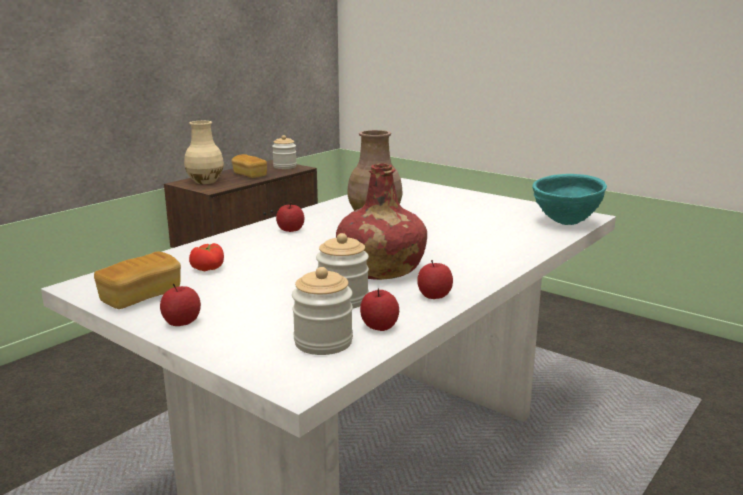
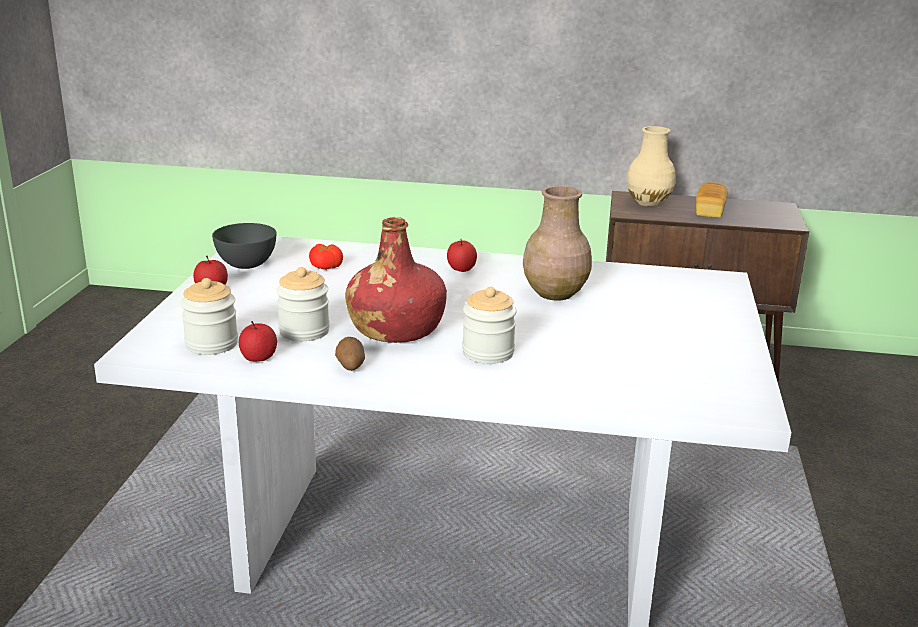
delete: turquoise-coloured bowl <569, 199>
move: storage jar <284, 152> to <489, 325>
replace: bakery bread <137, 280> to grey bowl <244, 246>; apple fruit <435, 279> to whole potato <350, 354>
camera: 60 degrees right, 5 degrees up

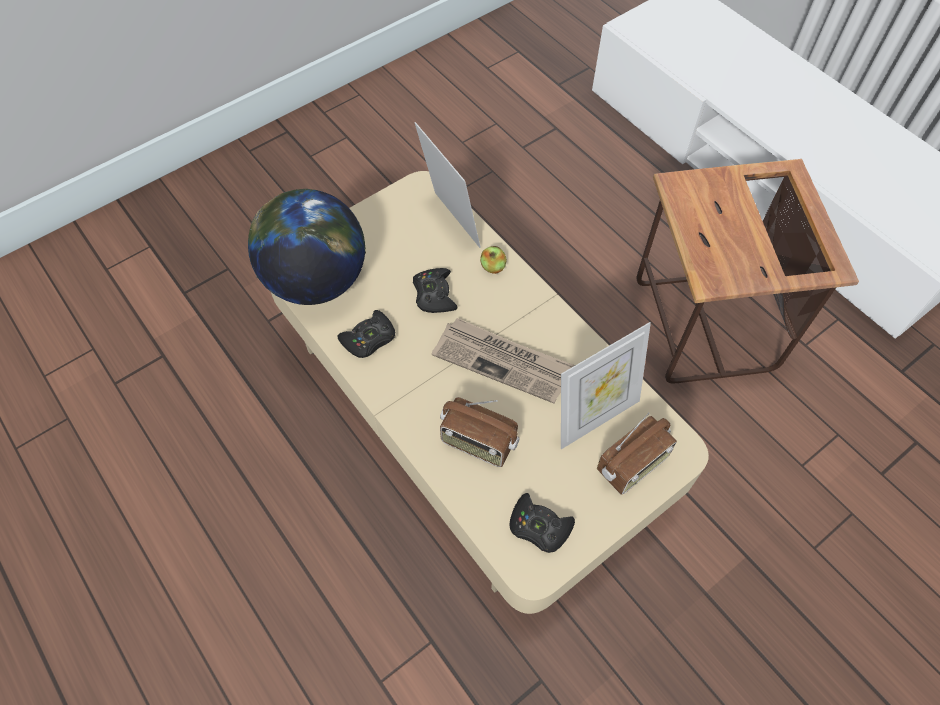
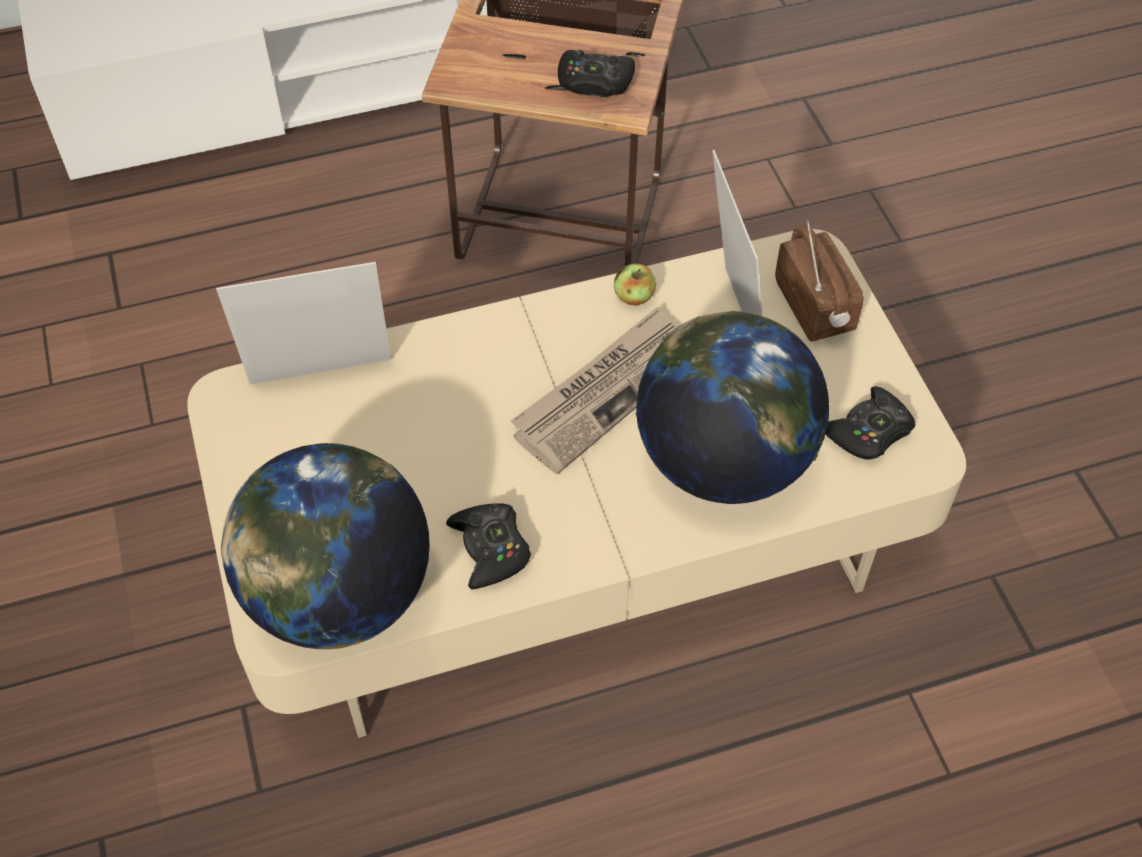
move: apple fruit <493, 260> to <635, 284>; black-coloured gamepad <435, 290> to <596, 73>
replace: radio <480, 432> to globe <732, 407>
camera: 70 degrees left, 5 degrees down

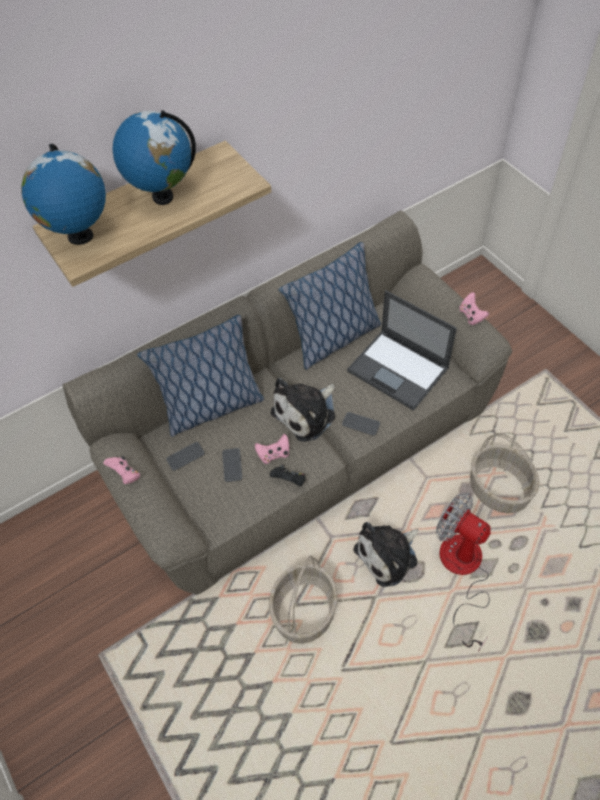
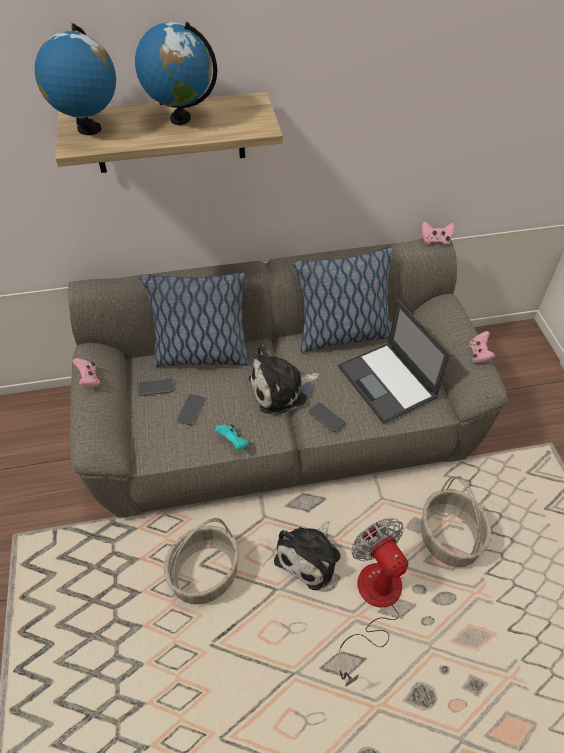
move: pink gamepad <272, 449> to <438, 233>
recolor: black-coloured gamepad <287, 475> to turquoise-coloured gamepad <232, 437>
rotate: soft toy <386, 554> = <307, 555> 45 degrees counterclockwise
camera: 20 degrees right, 5 degrees down

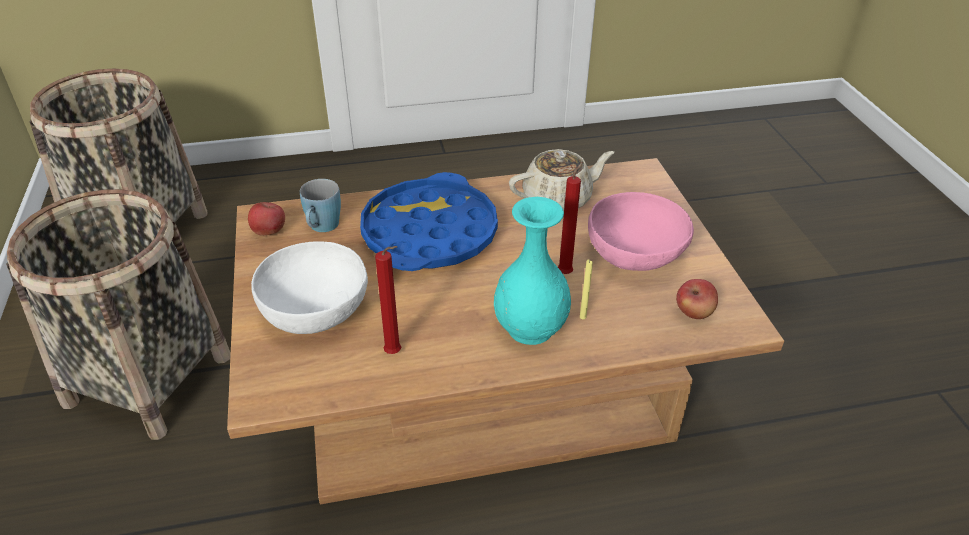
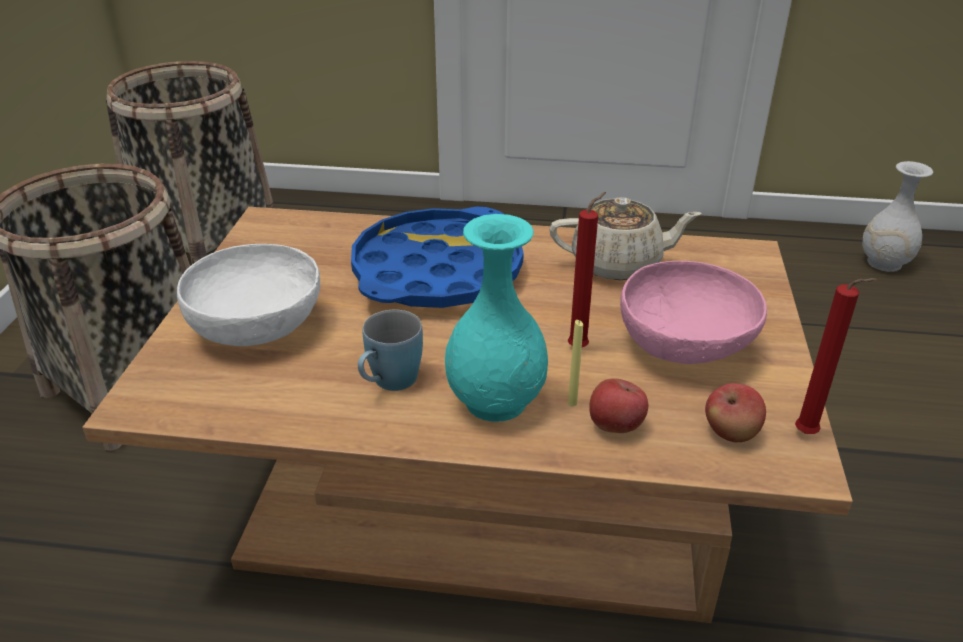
insert: white flower vase <897, 216>
move: blue-coloured coffee mug <320, 205> to <390, 350>; apple fruit <266, 219> to <618, 405>; red wax light <388, 300> to <836, 356>
camera: 20 degrees right, 5 degrees down

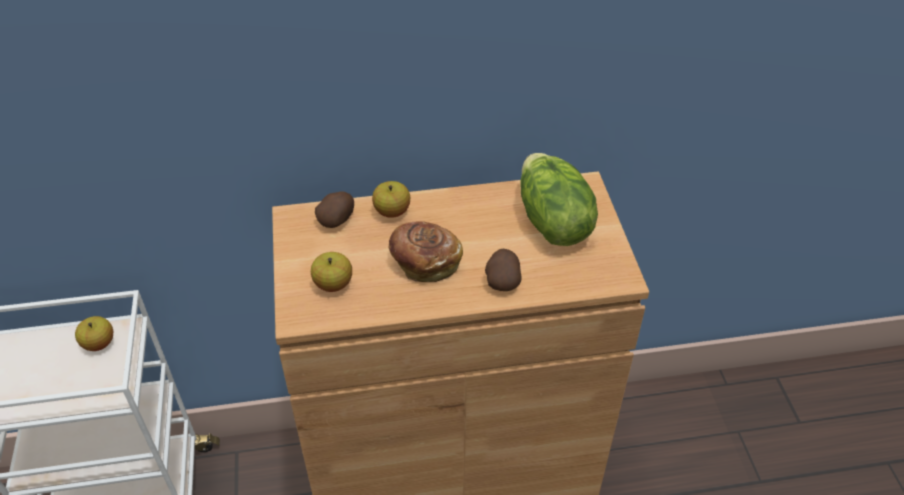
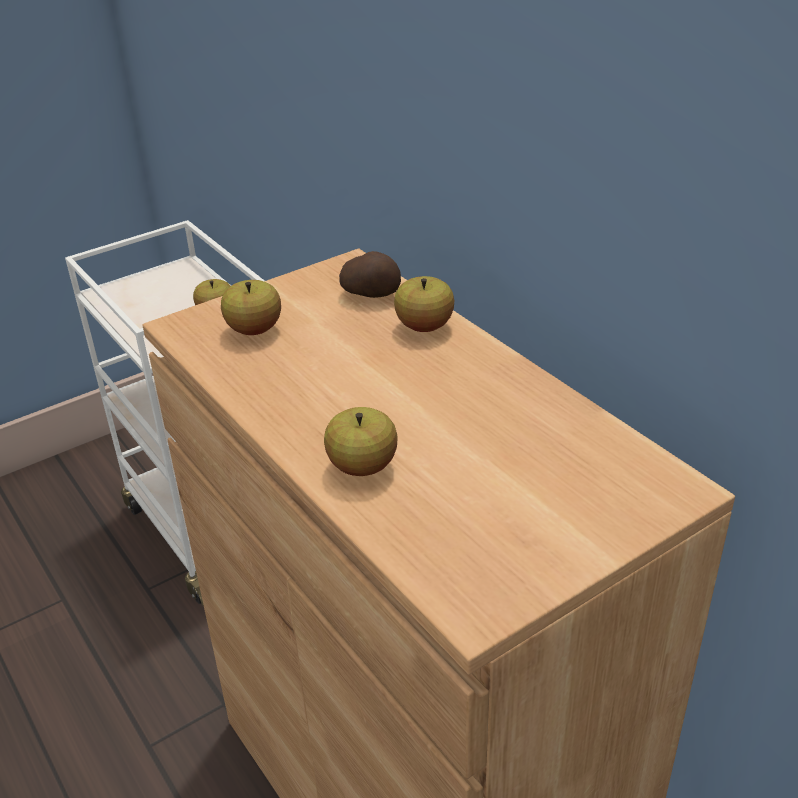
delete: lettuce head <559, 199>; bakery bread <425, 251>
replace: whole potato <503, 270> to apple fruit <361, 441>
camera: 65 degrees right, 10 degrees down

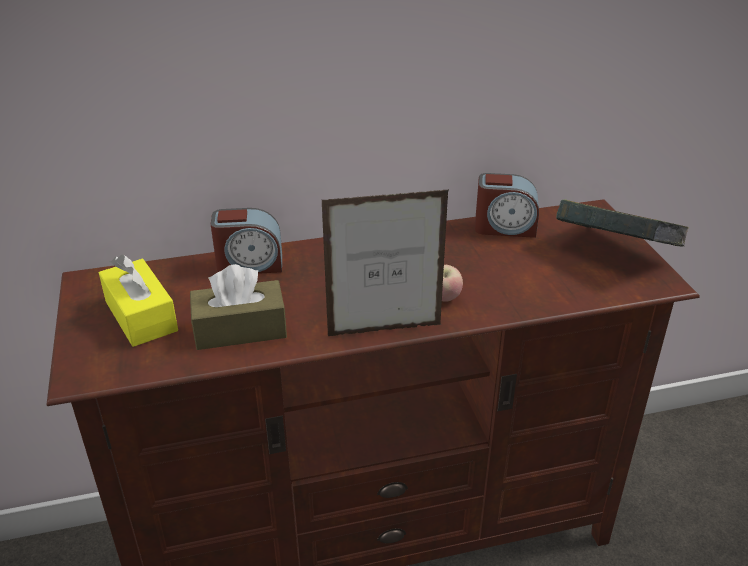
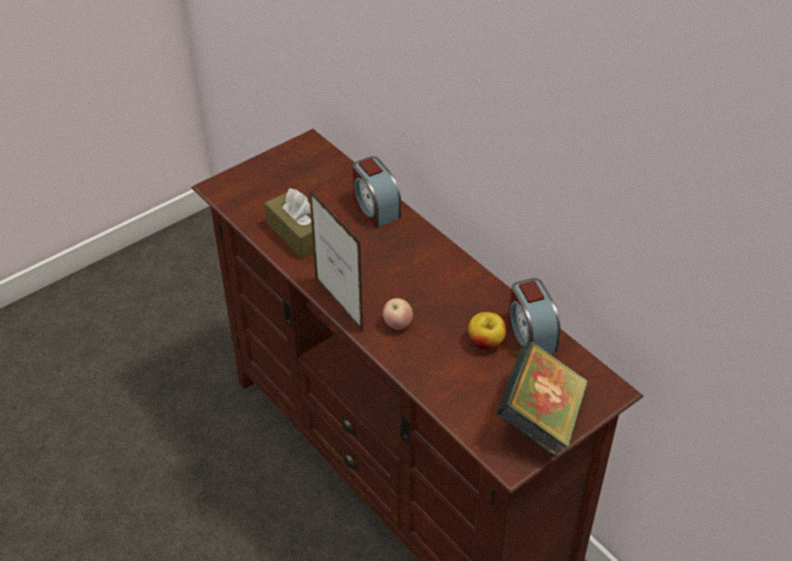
delete: yellow-coloured tissue holder <138, 300>
insert: apple fruit <487, 331>
camera: 65 degrees right, 10 degrees up

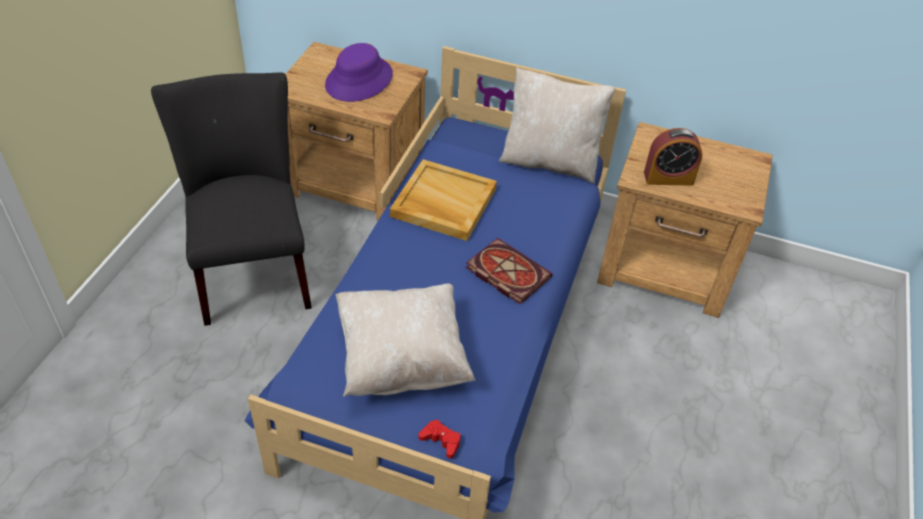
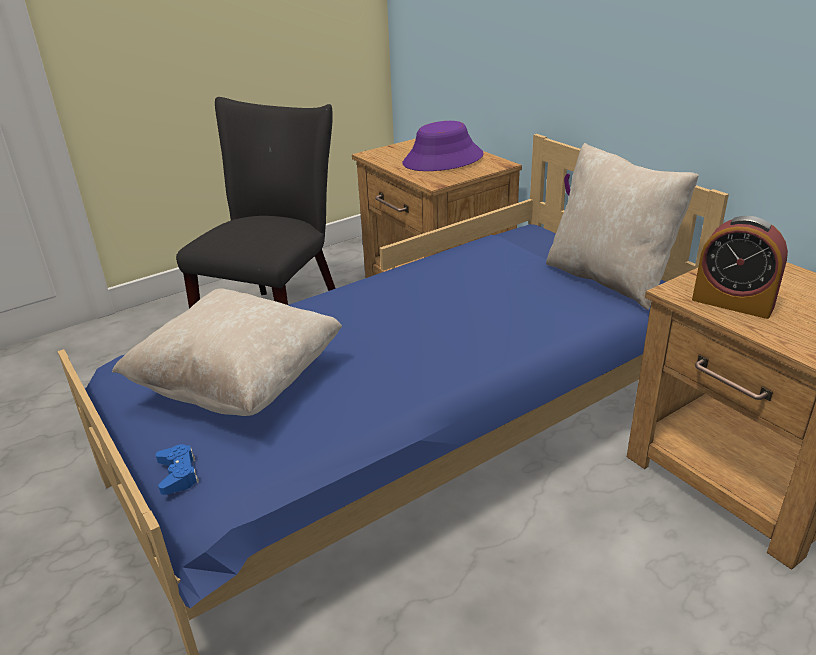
delete: beige-coloured serving tray <443, 200>; volume <509, 271>
recolor: red gamepad <439, 438> to blue-coloured gamepad <177, 469>
camera: 40 degrees right, 15 degrees down

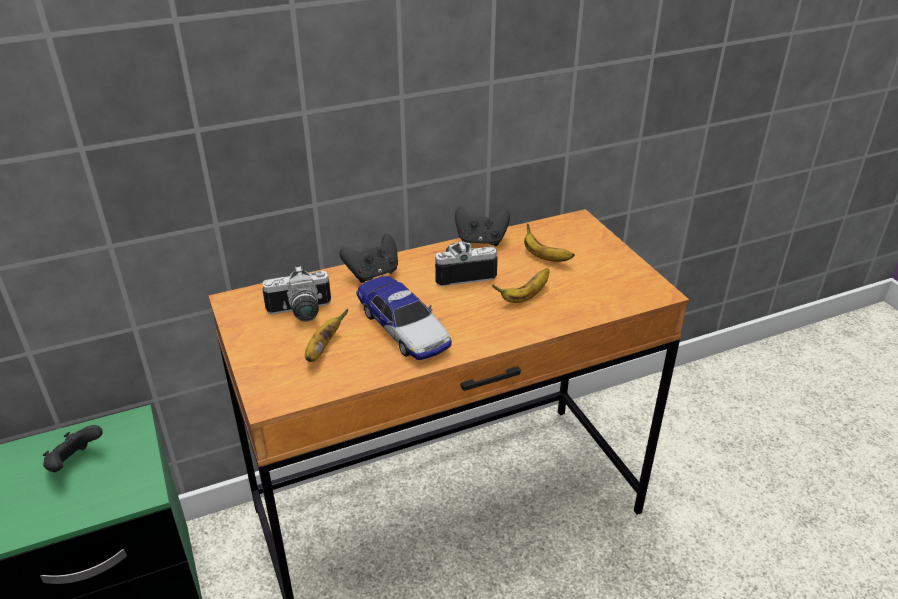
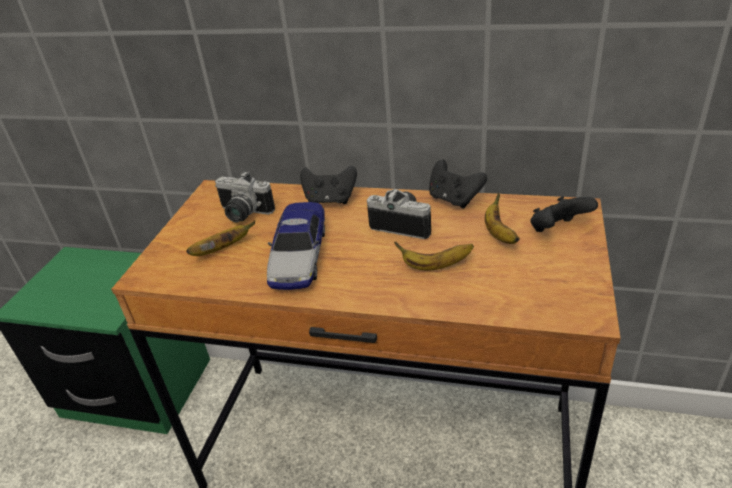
move: black-coloured gamepad <73, 448> to <564, 214>
camera: 40 degrees right, 0 degrees up

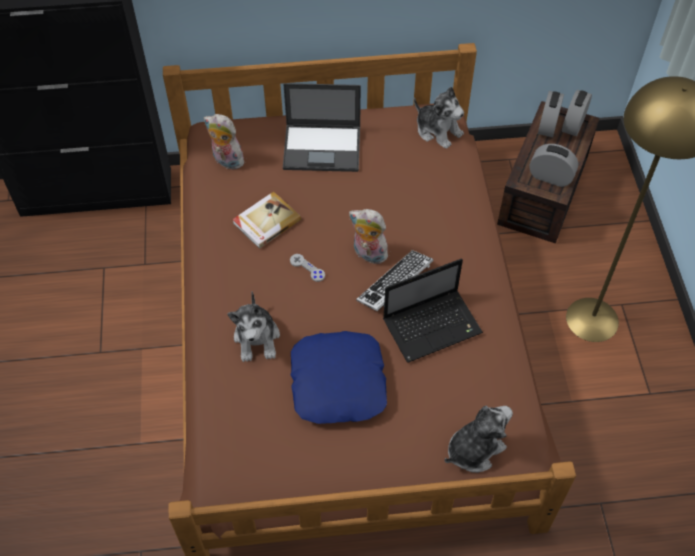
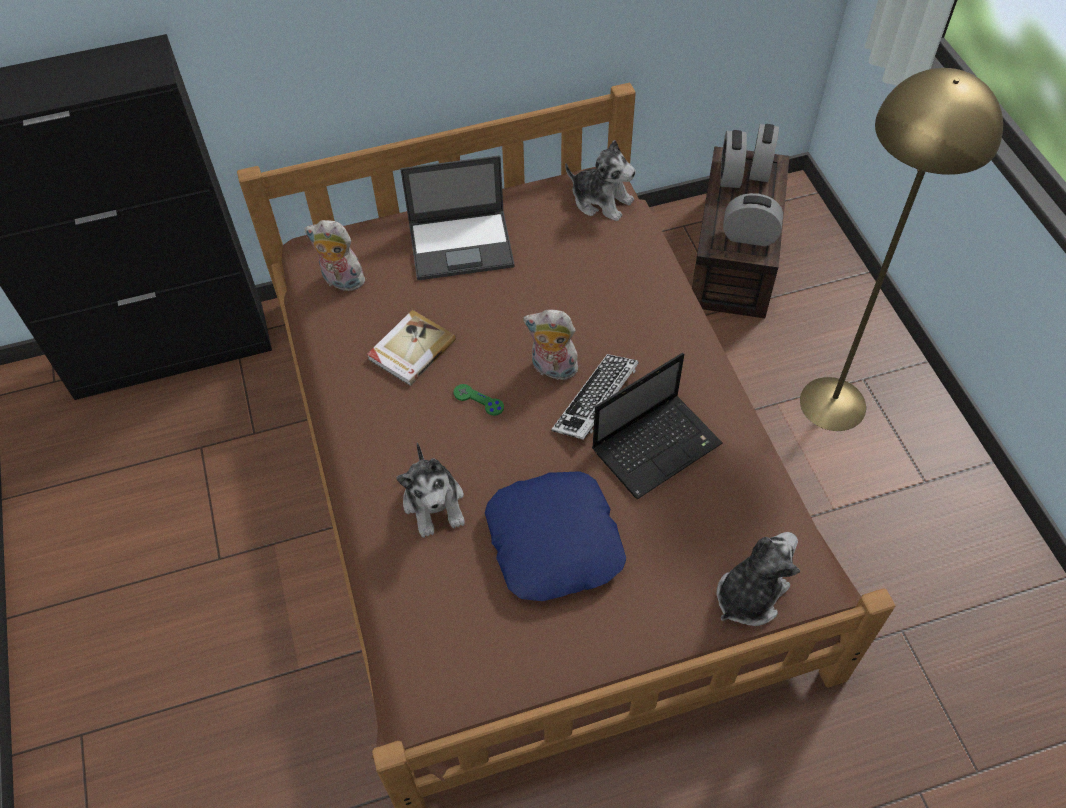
recolor: grey gamepad <307, 268> to green gamepad <479, 400>
camera: 10 degrees left, 0 degrees up

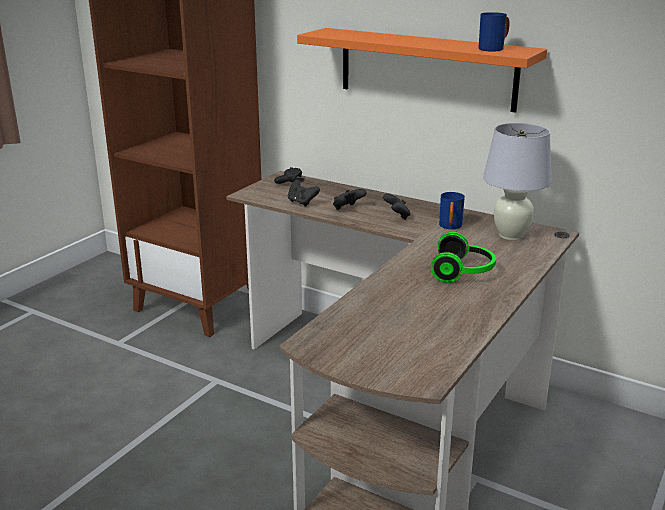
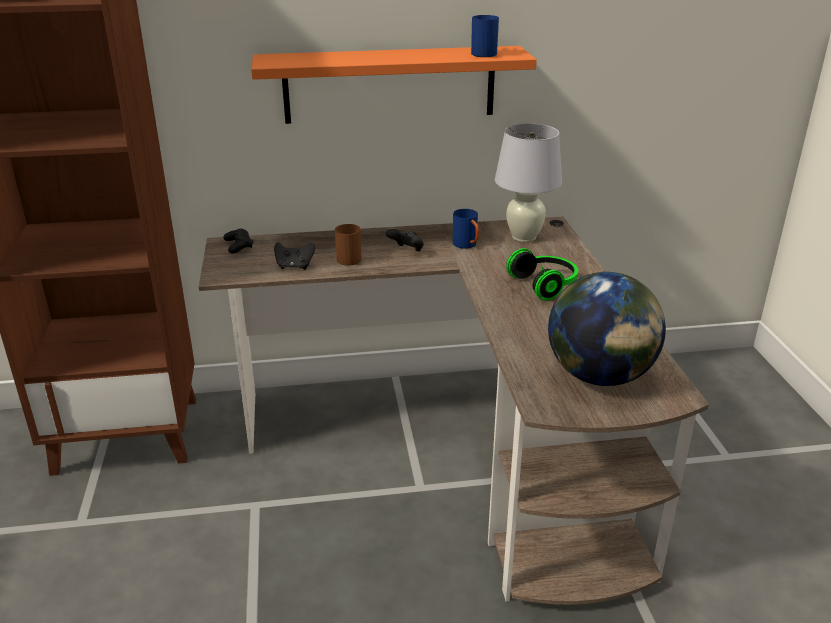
insert: globe <607, 329>
replace: black-coloured gamepad <350, 199> to brown coffee mug <348, 245>
camera: 40 degrees left, 5 degrees up

